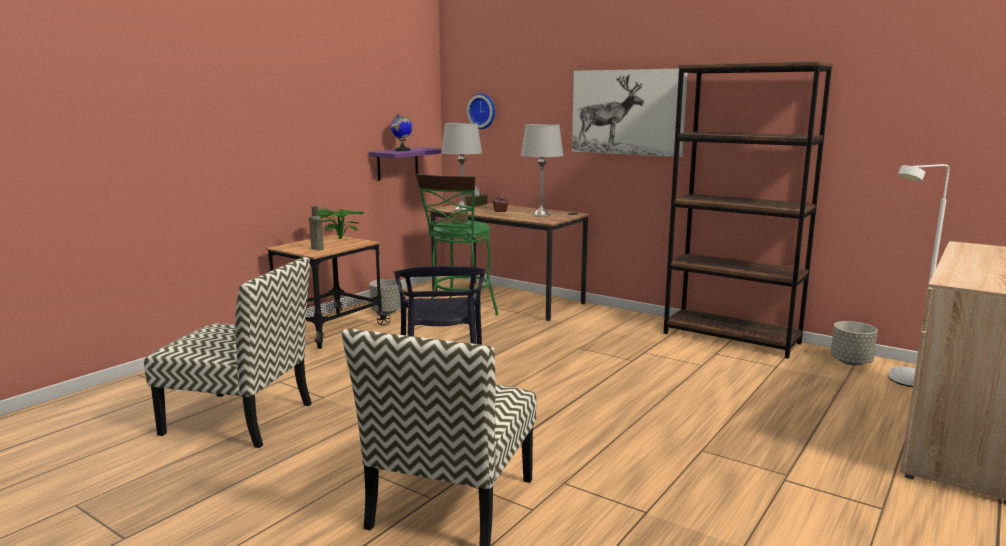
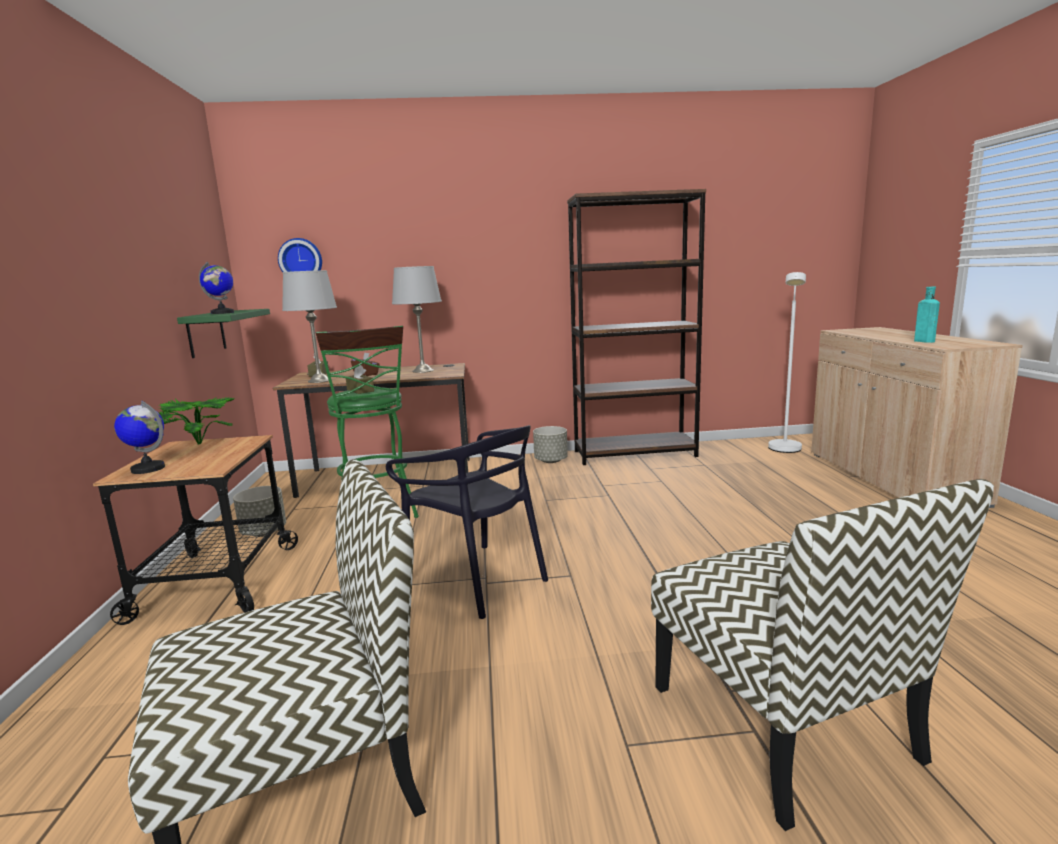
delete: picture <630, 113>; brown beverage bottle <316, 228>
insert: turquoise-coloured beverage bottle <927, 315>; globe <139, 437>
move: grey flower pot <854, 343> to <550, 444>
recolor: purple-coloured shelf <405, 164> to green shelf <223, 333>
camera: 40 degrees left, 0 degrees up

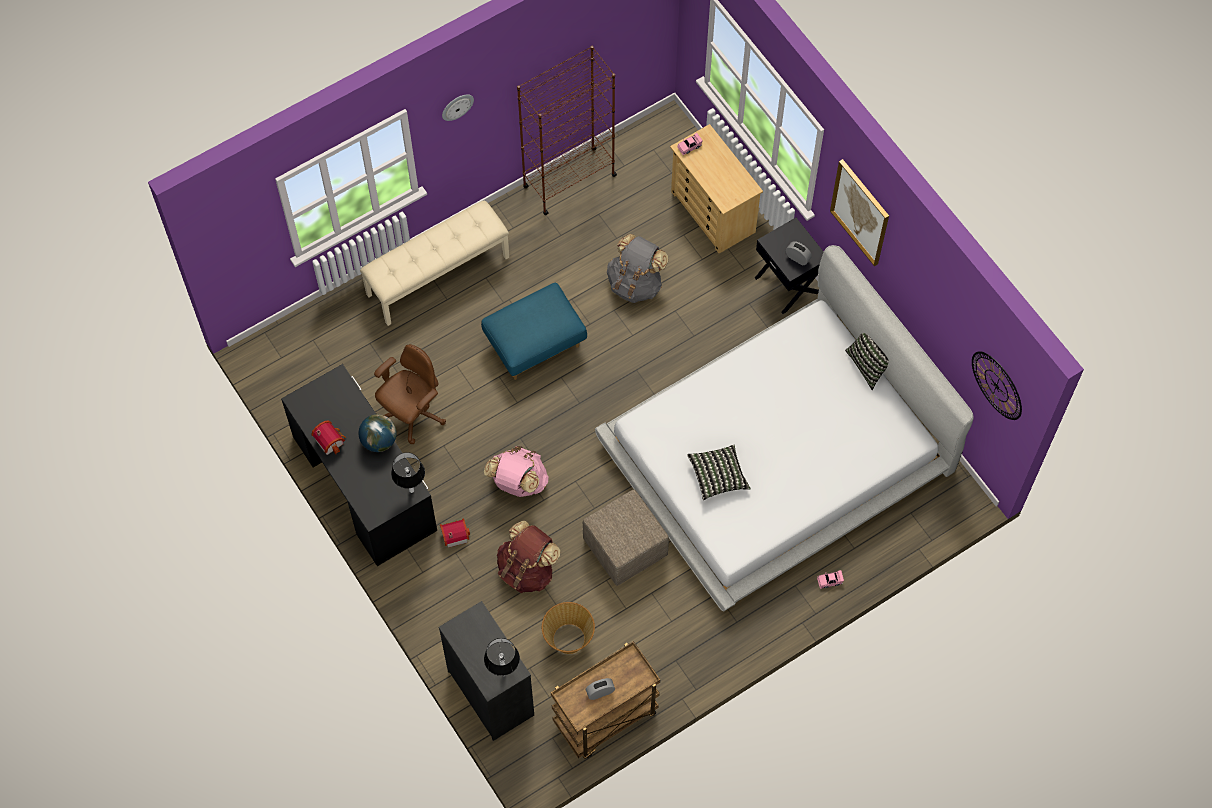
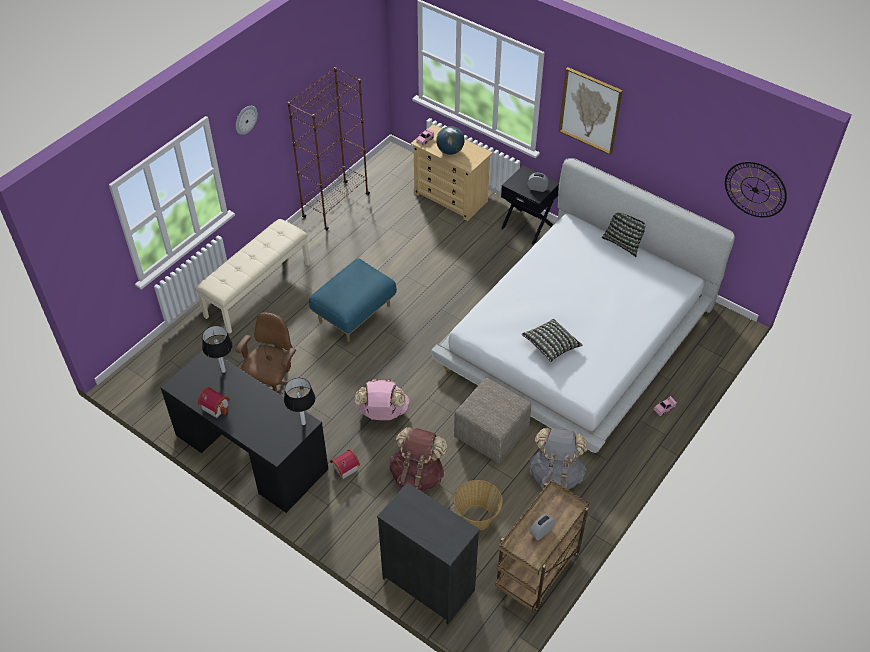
move: grey knapsack <637, 268> to <558, 459>; globe <377, 433> to <450, 140>; lamp for a table <502, 657> to <217, 349>
camera: 20 degrees left, 15 degrees down

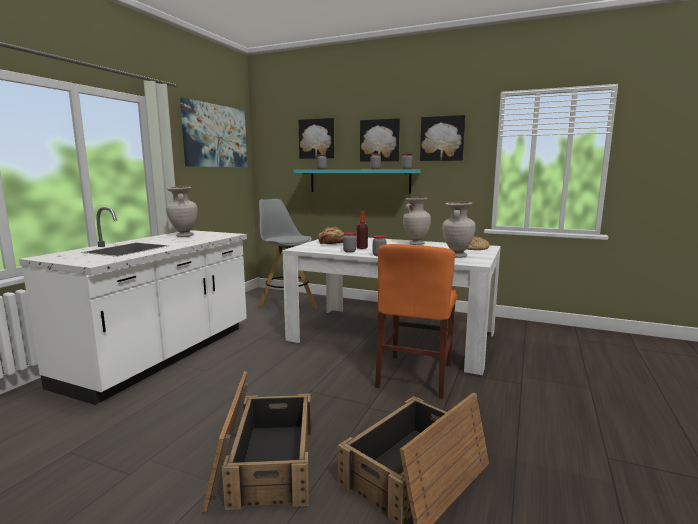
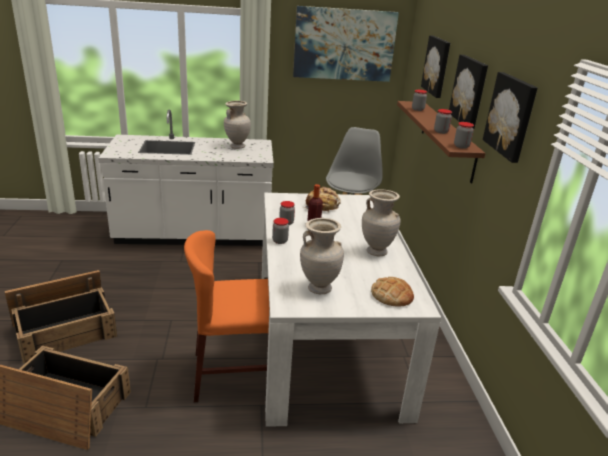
recolor: turquoise-coloured shelf <357, 182> to brown shelf <441, 142>
camera: 60 degrees right, 15 degrees up

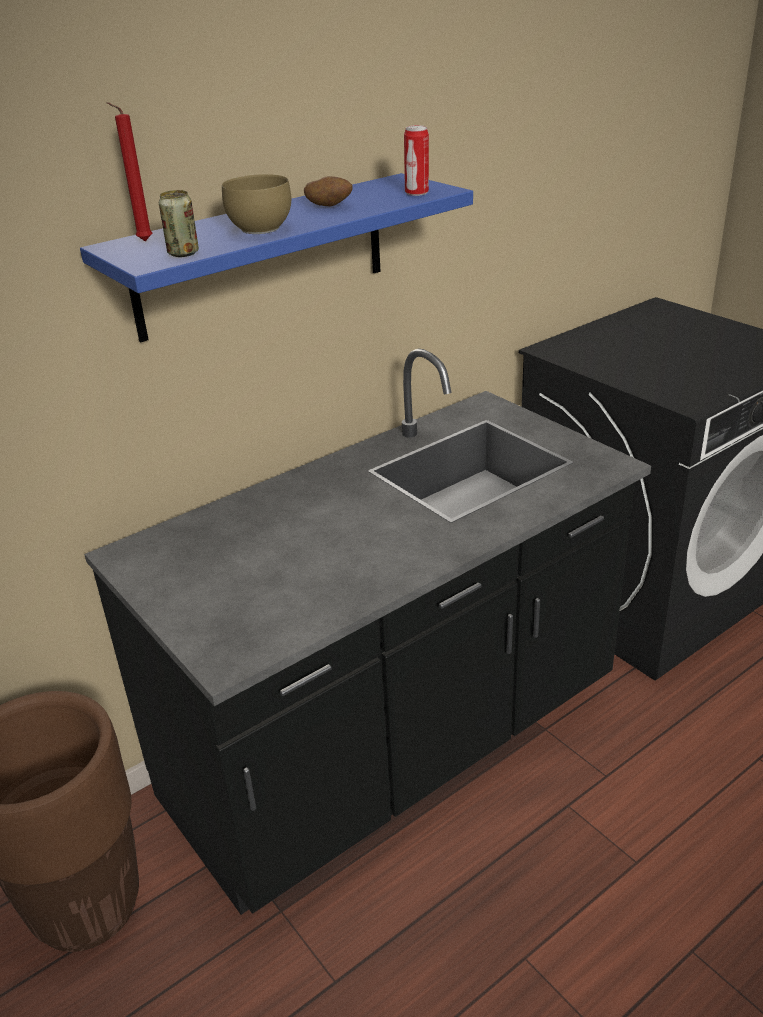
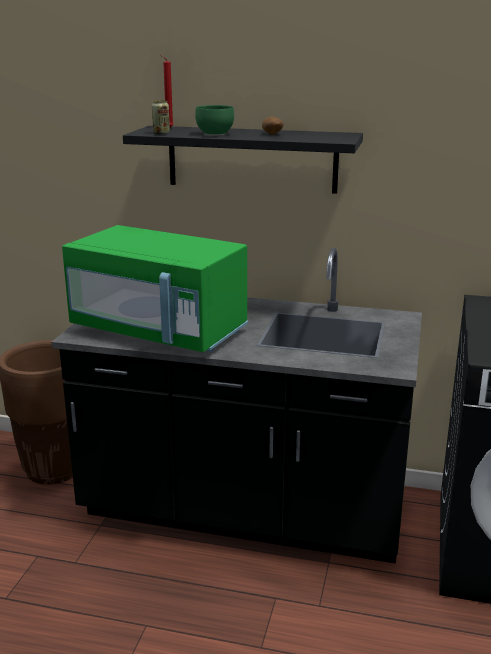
delete: metal can <416, 160>
insert: green microwave <155, 288>
recolor: blue-coloured shelf <276, 257> to black-coloured shelf <243, 160>; brown bowl <256, 204> to green bowl <214, 120>
camera: 50 degrees right, 10 degrees down

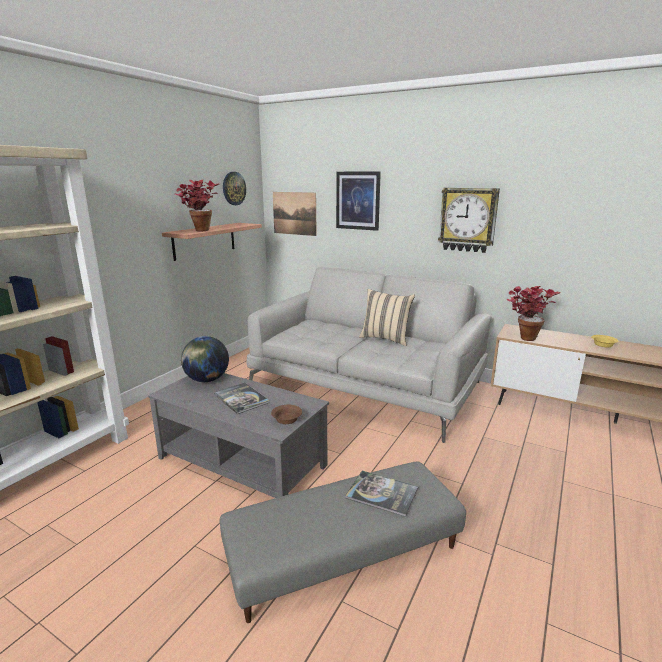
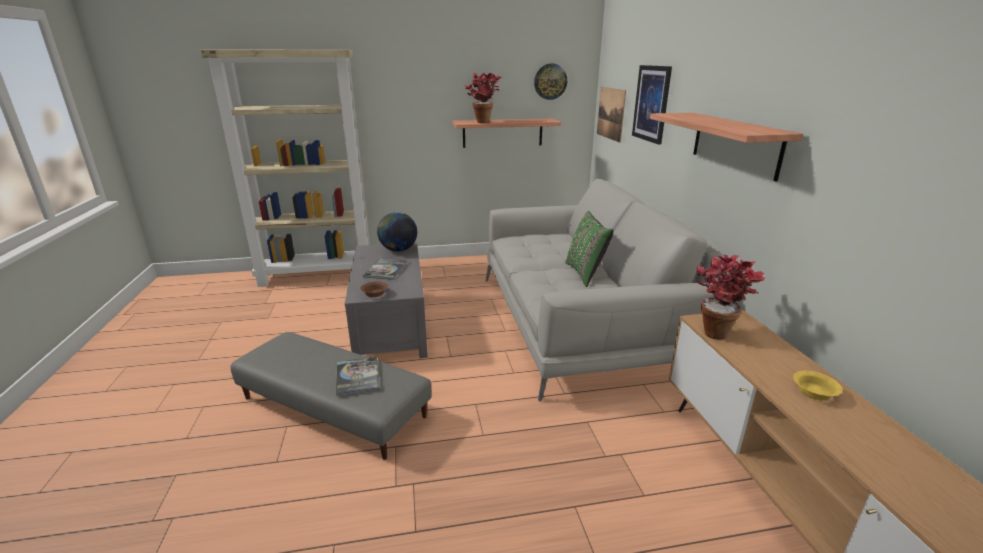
replace: clock on the wall <469, 220> to shelf <727, 147>
recolor: beige-coloured cushion <387, 317> to green cushion <589, 249>
camera: 50 degrees right, 5 degrees up

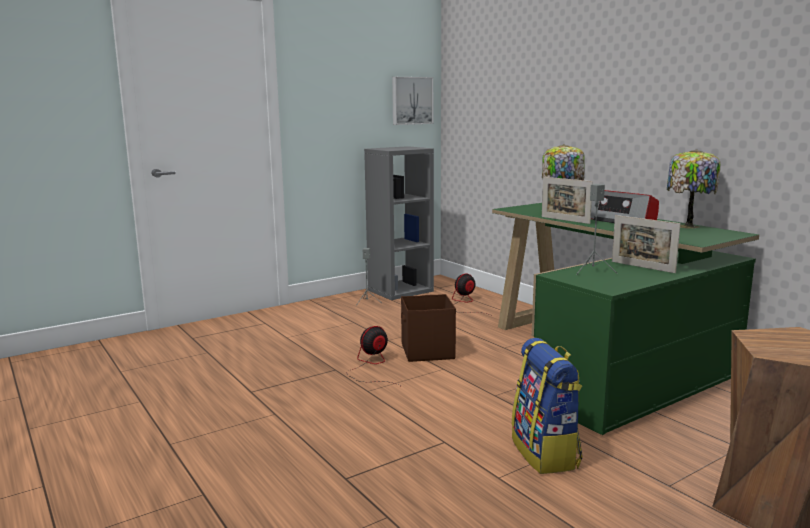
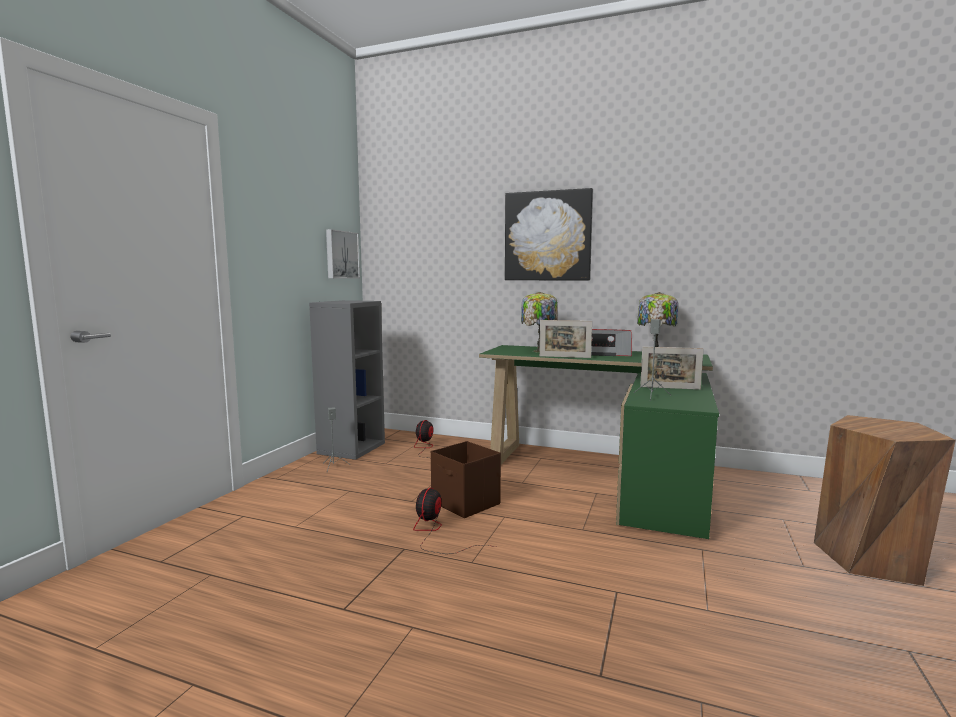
delete: knapsack <547, 406>
insert: picture <549, 234>
camera: 35 degrees left, 5 degrees down

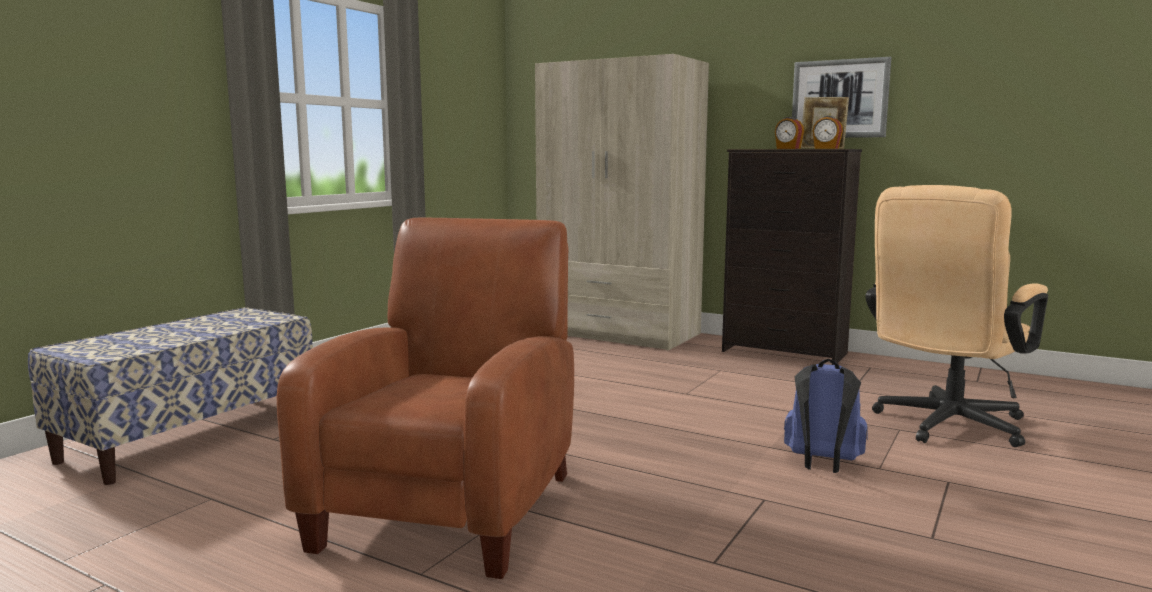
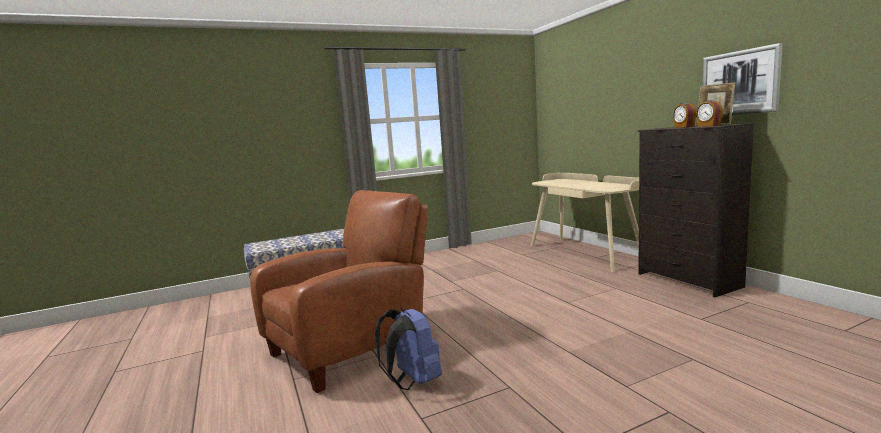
delete: beige-coloured desk chair <956, 316>
move: blue-coloured knapsack <826, 416> to <408, 349>
replace: beige-coloured clothes cupboard <622, 202> to beige-coloured desk <585, 222>
camera: 35 degrees right, 0 degrees up

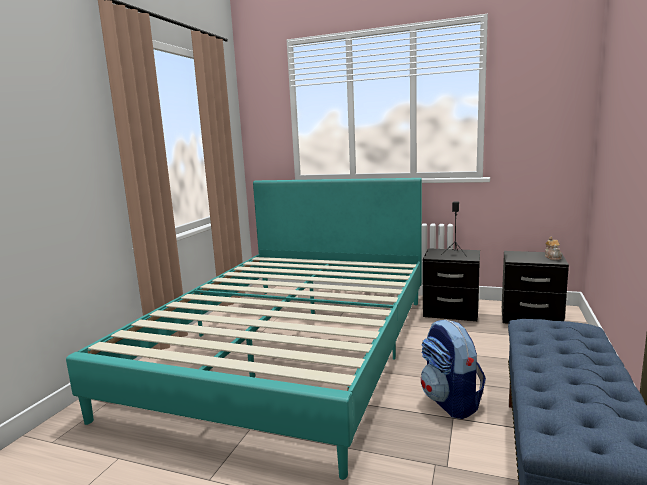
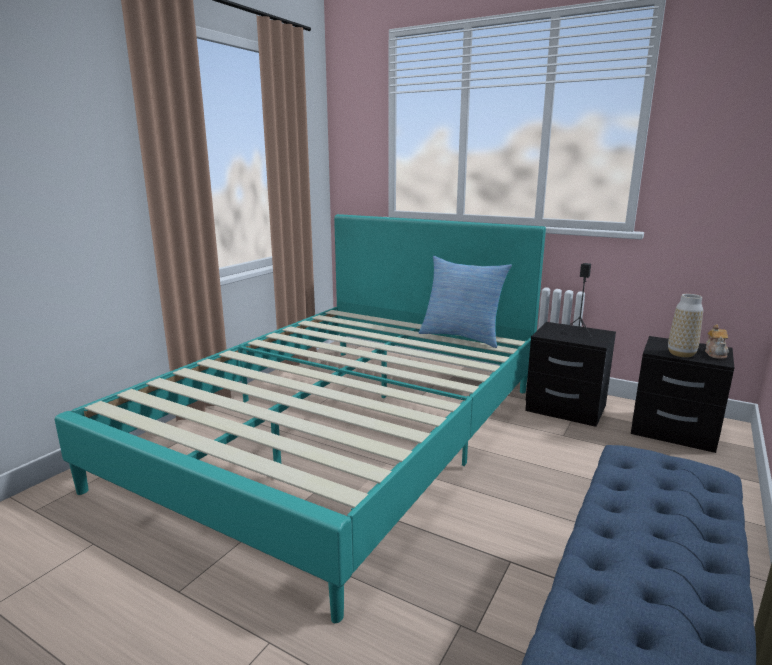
delete: knapsack <453, 369>
insert: cushion <465, 302>; flower vase <685, 326>
camera: 10 degrees right, 5 degrees up

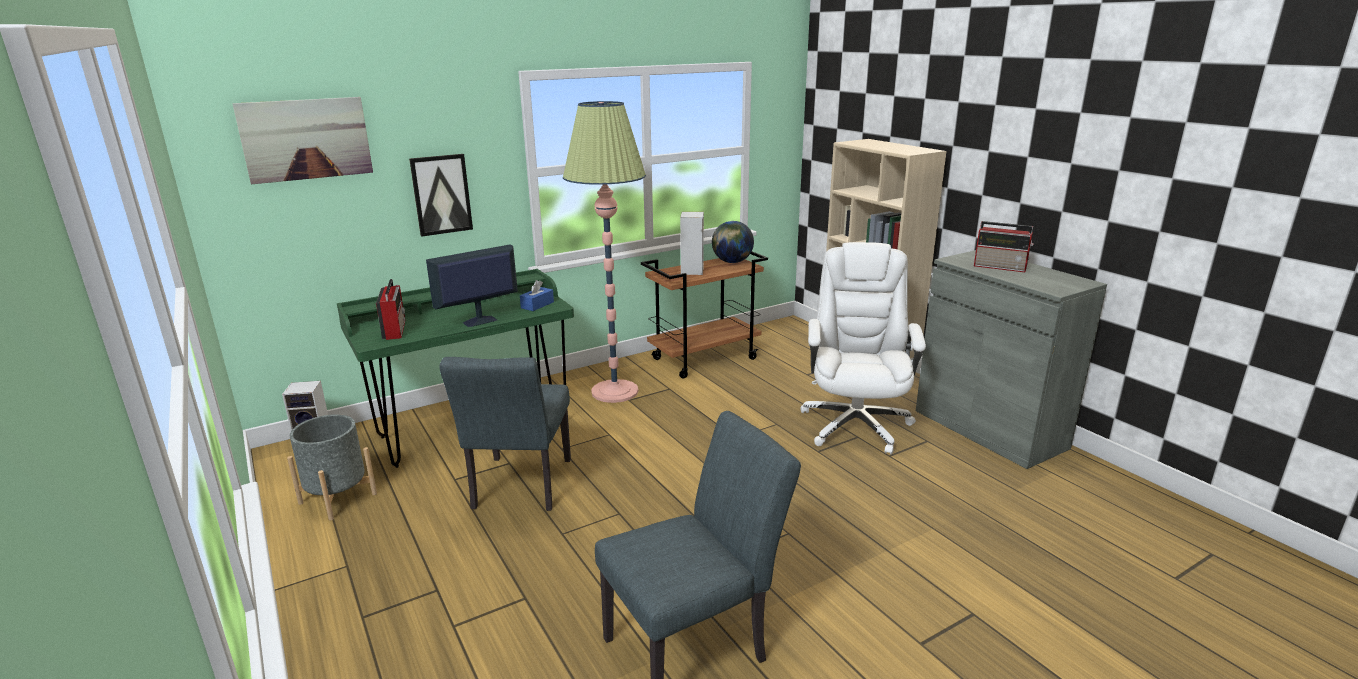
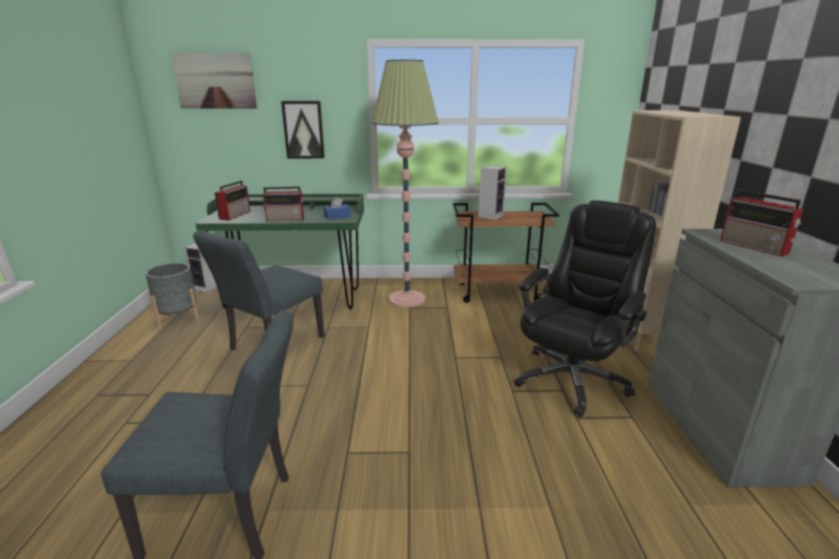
delete: globe <733, 242>
replace: computer display <472, 285> to radio <283, 204>
recolor: white desk chair <863, 348> to black-coloured desk chair <585, 308>
camera: 30 degrees right, 0 degrees up

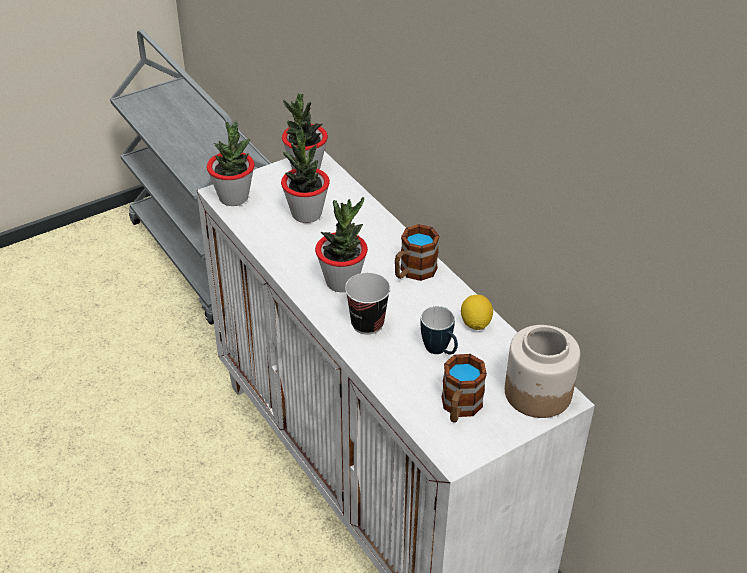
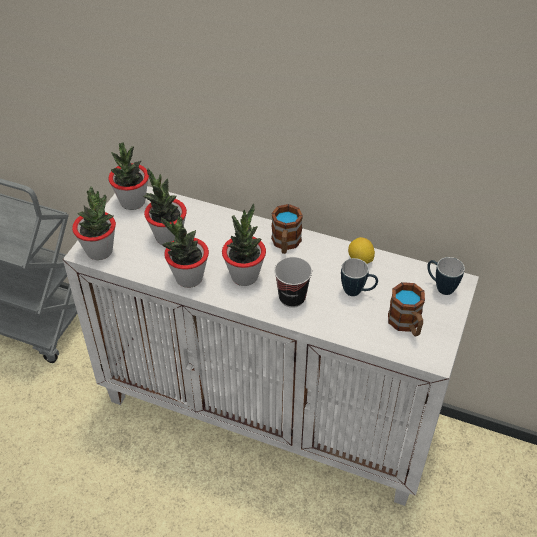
insert: houseplant <185, 252>
replace: storage jar <542, 371> to coffee mug <446, 276>
camera: 35 degrees left, 5 degrees up

